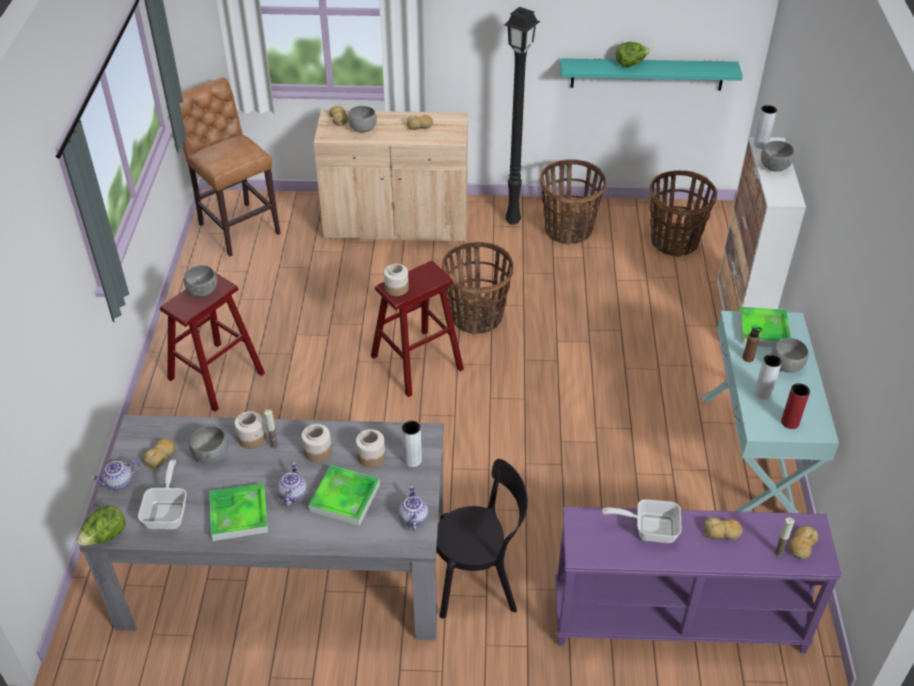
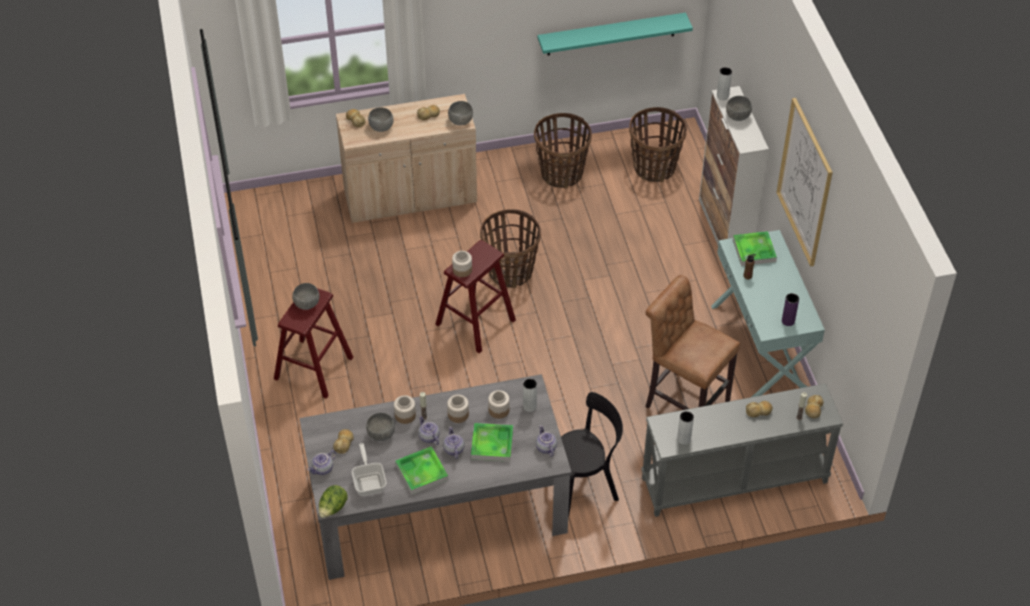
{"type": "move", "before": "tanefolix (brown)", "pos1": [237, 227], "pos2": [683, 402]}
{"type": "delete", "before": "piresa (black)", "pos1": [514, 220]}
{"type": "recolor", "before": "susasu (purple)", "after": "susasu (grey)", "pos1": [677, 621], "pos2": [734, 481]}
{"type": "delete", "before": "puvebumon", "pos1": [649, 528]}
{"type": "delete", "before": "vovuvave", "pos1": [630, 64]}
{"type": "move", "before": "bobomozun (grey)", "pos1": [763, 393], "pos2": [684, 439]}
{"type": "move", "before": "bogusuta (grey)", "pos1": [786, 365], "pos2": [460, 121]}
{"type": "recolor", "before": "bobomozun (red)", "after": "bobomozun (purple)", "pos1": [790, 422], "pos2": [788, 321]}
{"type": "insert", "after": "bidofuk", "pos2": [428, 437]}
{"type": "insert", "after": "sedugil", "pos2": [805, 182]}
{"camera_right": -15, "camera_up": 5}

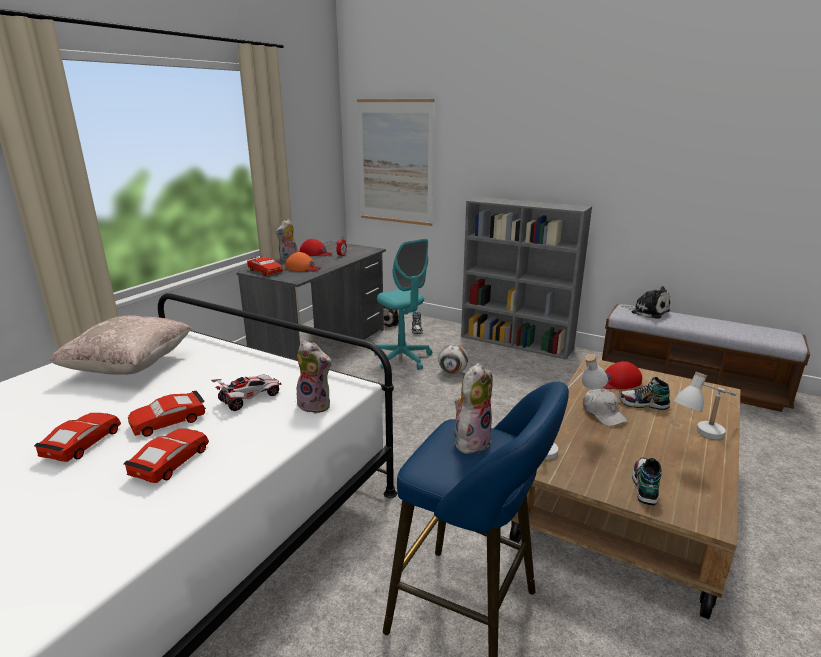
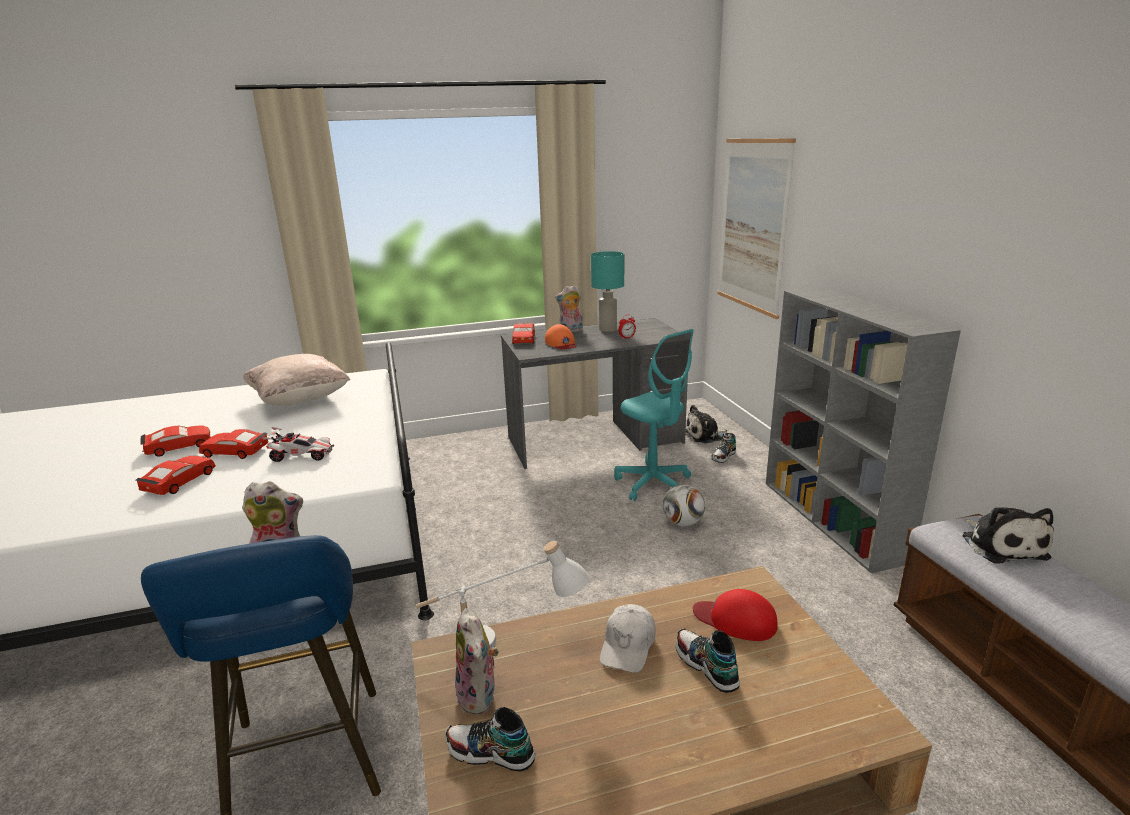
{"type": "rotate", "before": "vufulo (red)", "pos1": [170, 462], "pos2": [179, 482], "turn": -45}
{"type": "move", "before": "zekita", "pos1": [316, 405], "pos2": [480, 696]}
{"type": "replace", "before": "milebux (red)", "after": "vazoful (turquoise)", "pos1": [315, 253], "pos2": [608, 329]}
{"type": "rotate", "before": "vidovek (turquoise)", "pos1": [402, 358], "pos2": [653, 484], "turn": -45}
{"type": "rotate", "before": "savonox", "pos1": [644, 486], "pos2": [490, 753], "turn": -135}
{"type": "delete", "before": "vazoful (white)", "pos1": [701, 438]}
{"camera_right": 45, "camera_up": 0}

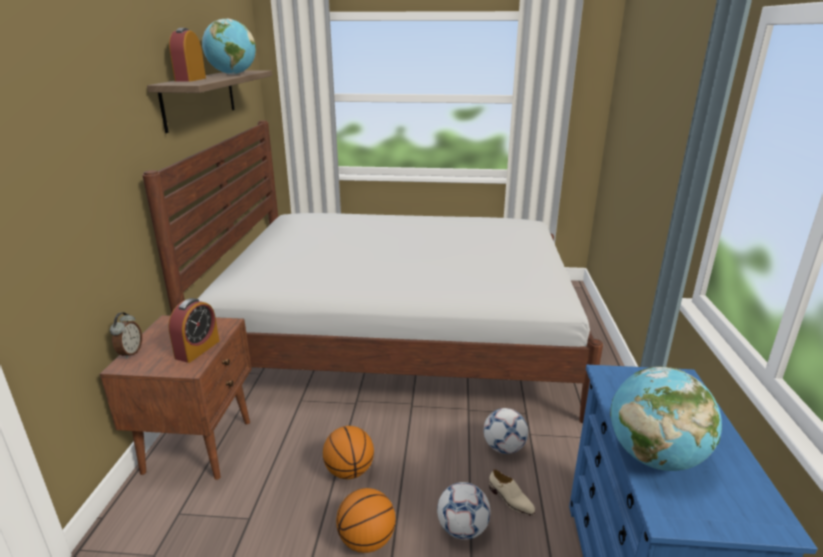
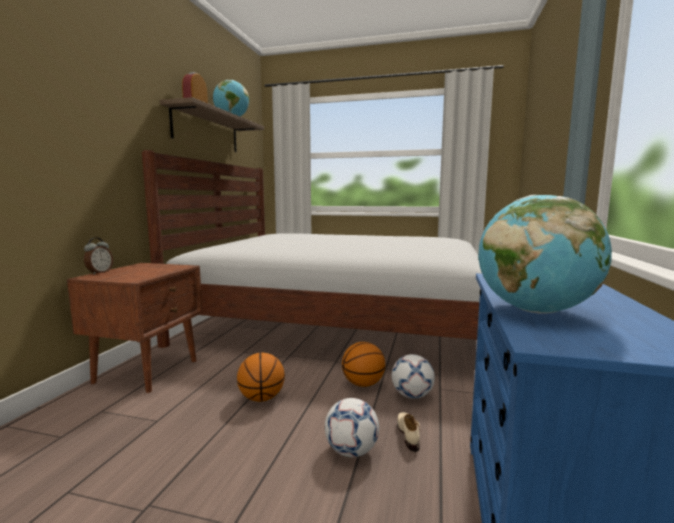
{"type": "delete", "before": "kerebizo", "pos1": [197, 349]}
{"type": "move", "before": "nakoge", "pos1": [367, 540], "pos2": [363, 384]}
{"type": "rotate", "before": "savonox (beige)", "pos1": [510, 500], "pos2": [408, 434], "turn": -150}
{"camera_right": 10, "camera_up": -15}

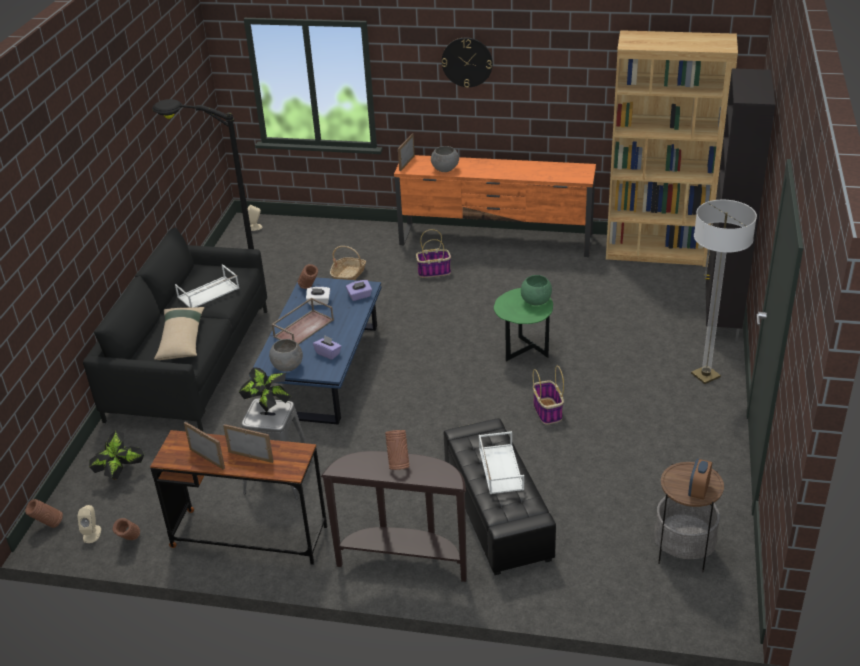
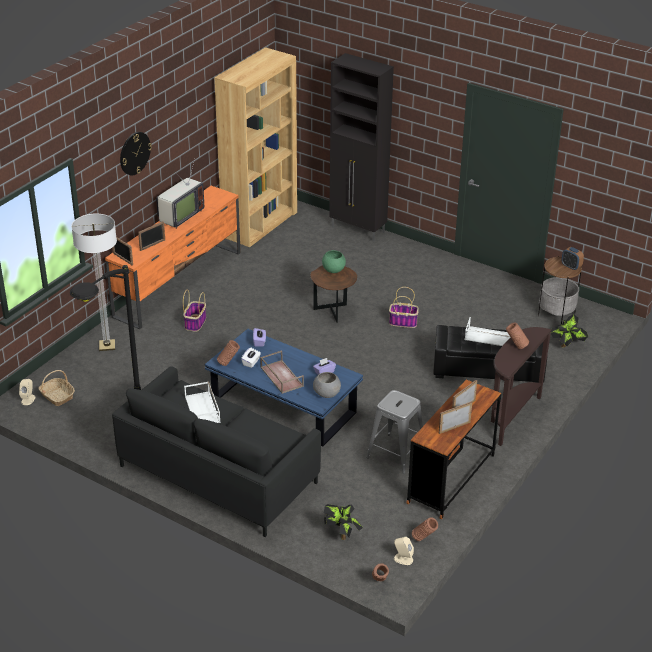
{"type": "delete", "before": "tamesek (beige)", "pos1": [181, 339]}
{"type": "move", "before": "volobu", "pos1": [268, 408], "pos2": [567, 345]}
{"type": "move", "before": "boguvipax", "pos1": [349, 275], "pos2": [57, 396]}
{"type": "replace", "before": "bogusuta (grey)", "after": "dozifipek", "pos1": [445, 169], "pos2": [152, 245]}
{"type": "recolor", "before": "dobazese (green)", "after": "dobazese (brown)", "pos1": [523, 353], "pos2": [333, 313]}
{"type": "move", "before": "piresa", "pos1": [705, 375], "pos2": [107, 346]}
{"type": "insert", "after": "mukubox", "pos2": [179, 217]}
{"camera_right": -70, "camera_up": 0}

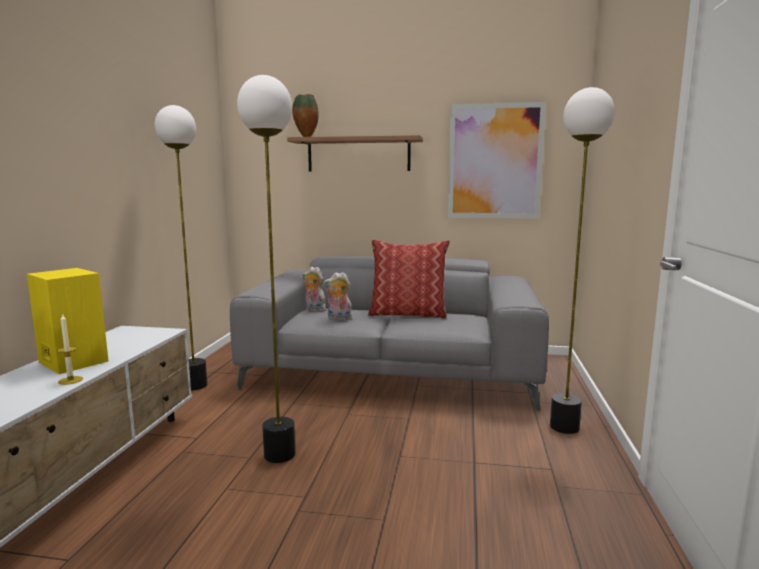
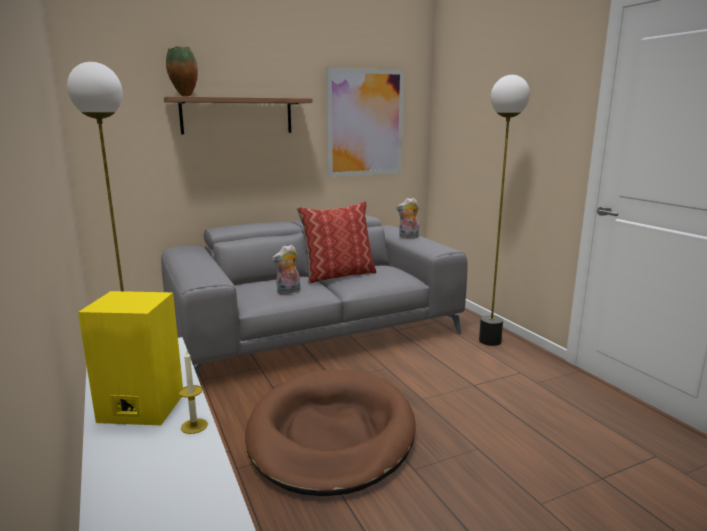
{"type": "replace", "before": "piresa", "after": "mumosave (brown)", "pos1": [279, 454], "pos2": [331, 434]}
{"type": "move", "before": "zekita", "pos1": [314, 310], "pos2": [408, 237]}
{"camera_right": -35, "camera_up": 5}

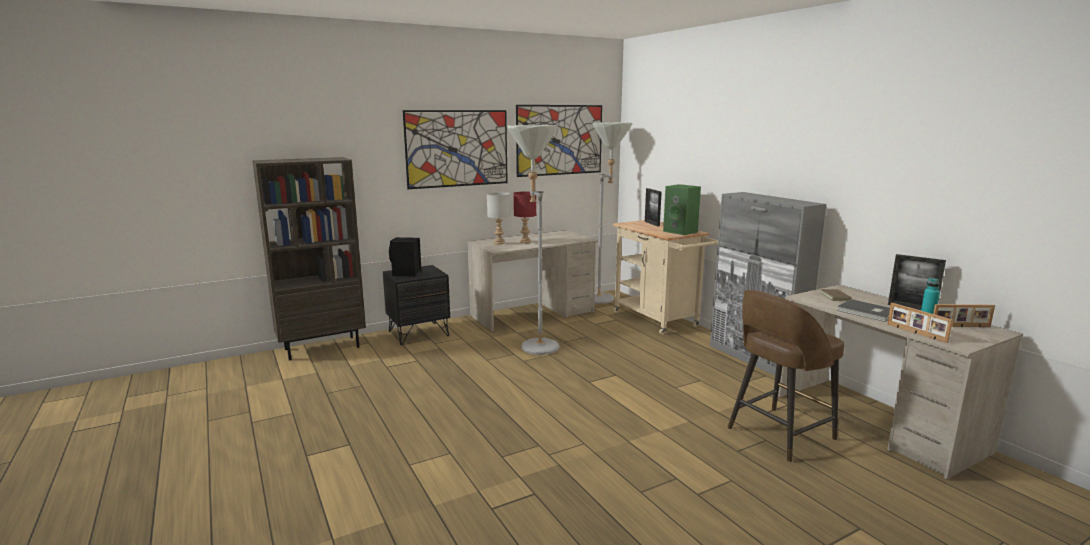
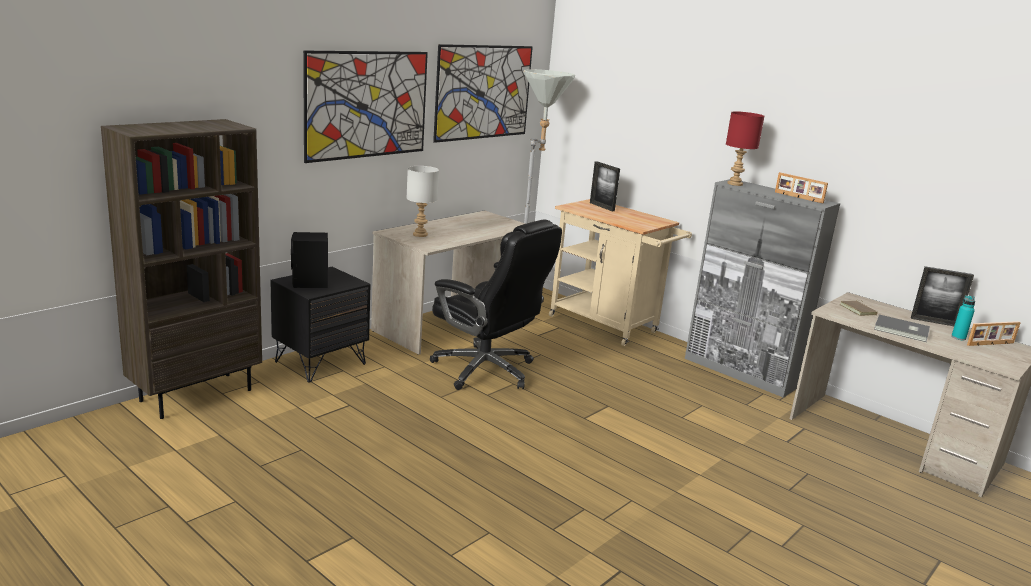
{"type": "replace", "before": "piresa (grey)", "after": "vidovek (black)", "pos1": [535, 345], "pos2": [486, 370]}
{"type": "move", "before": "vazoful (red)", "pos1": [524, 242], "pos2": [734, 184]}
{"type": "delete", "before": "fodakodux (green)", "pos1": [681, 231]}
{"type": "delete", "before": "tanefolix (brown)", "pos1": [778, 434]}
{"type": "move", "before": "dozifipek", "pos1": [916, 333], "pos2": [798, 197]}
{"camera_right": -20, "camera_up": 5}

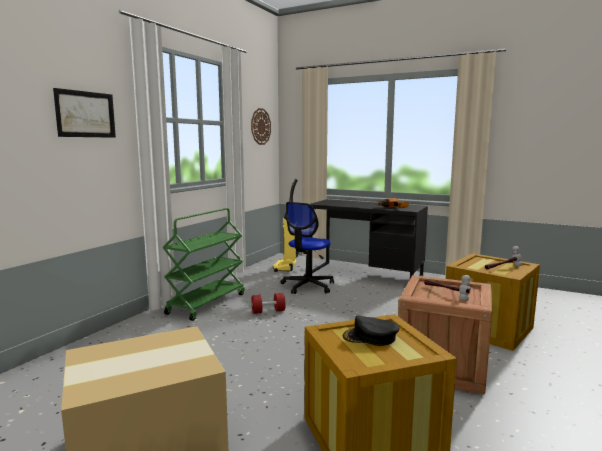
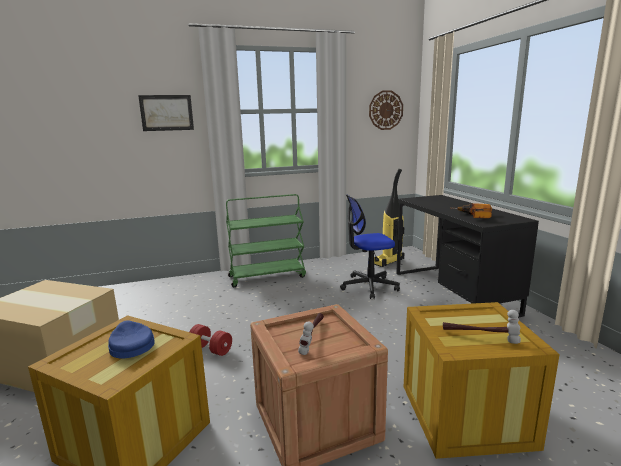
{"type": "move", "before": "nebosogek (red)", "pos1": [268, 311], "pos2": [211, 349]}
{"type": "recolor", "before": "milebux (black)", "after": "milebux (blue)", "pos1": [370, 337], "pos2": [130, 345]}
{"camera_right": 45, "camera_up": 5}

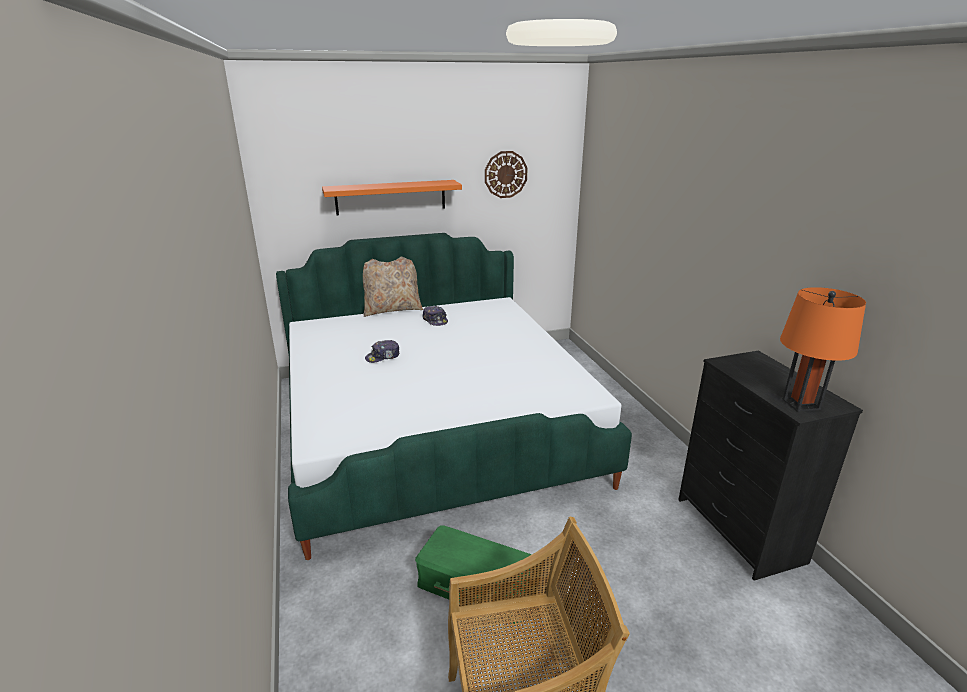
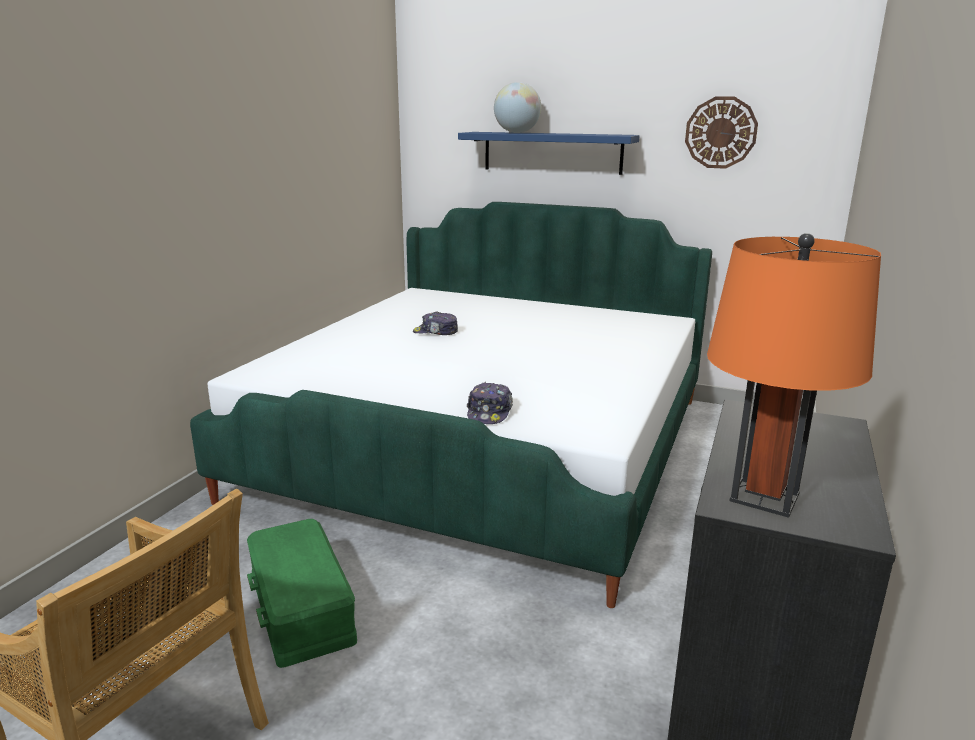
{"type": "recolor", "before": "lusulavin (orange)", "after": "lusulavin (blue)", "pos1": [391, 197], "pos2": [552, 152]}
{"type": "delete", "before": "tamesek (beige)", "pos1": [392, 309]}
{"type": "move", "before": "milebux", "pos1": [435, 320], "pos2": [489, 412]}
{"type": "insert", "after": "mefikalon", "pos2": [517, 133]}
{"camera_right": 40, "camera_up": -5}

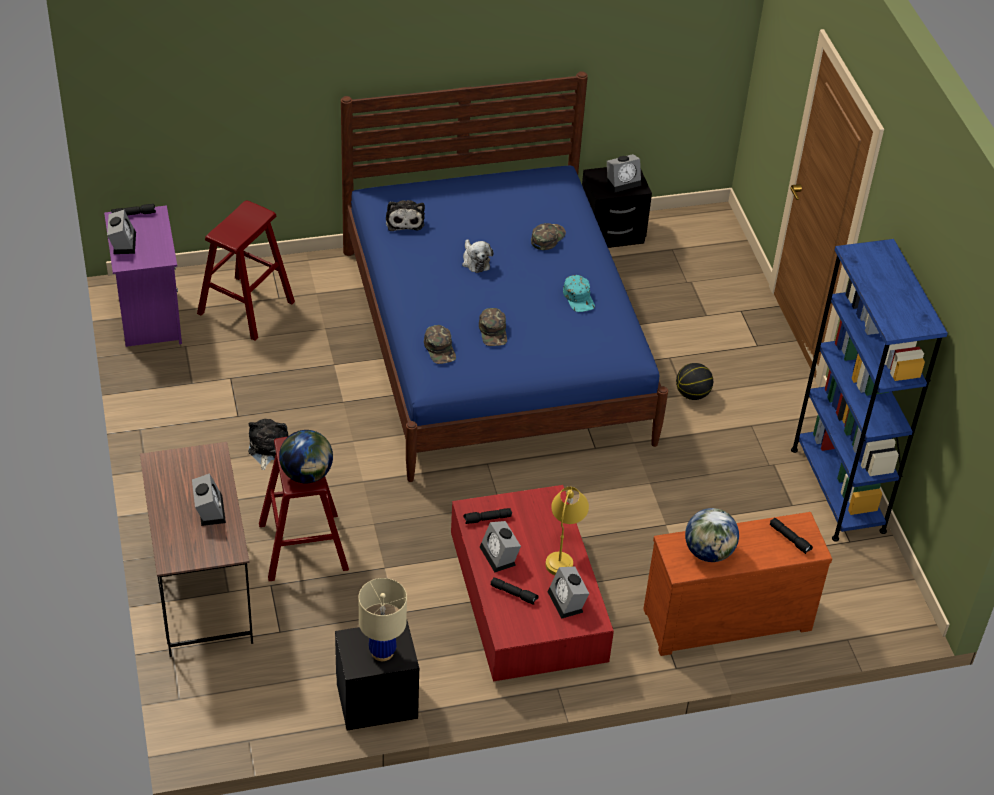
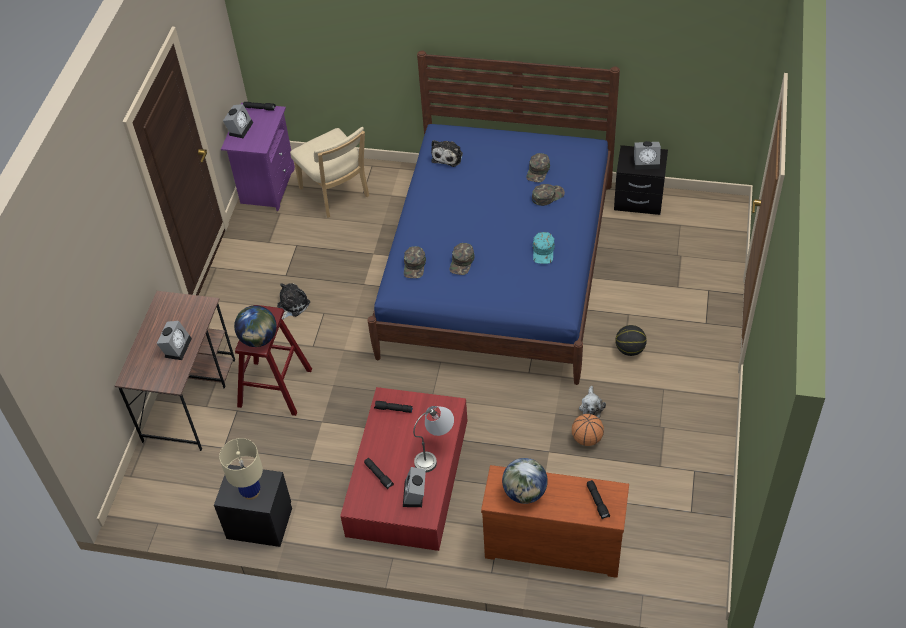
{"type": "replace", "before": "tanefolix (red)", "after": "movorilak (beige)", "pos1": [246, 308], "pos2": [336, 194]}
{"type": "move", "before": "zekita", "pos1": [475, 261], "pos2": [591, 407]}
{"type": "delete", "before": "kerebizo", "pos1": [500, 556]}
{"type": "recolor", "before": "vazoful (yellow)", "after": "vazoful (grey)", "pos1": [564, 551], "pos2": [435, 452]}
{"type": "delete", "before": "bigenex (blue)", "pos1": [837, 490]}
{"type": "insert", "after": "milebux (green)", "pos2": [538, 171]}
{"type": "insert", "after": "nakoge", "pos2": [587, 438]}
{"camera_right": 30, "camera_up": 5}

